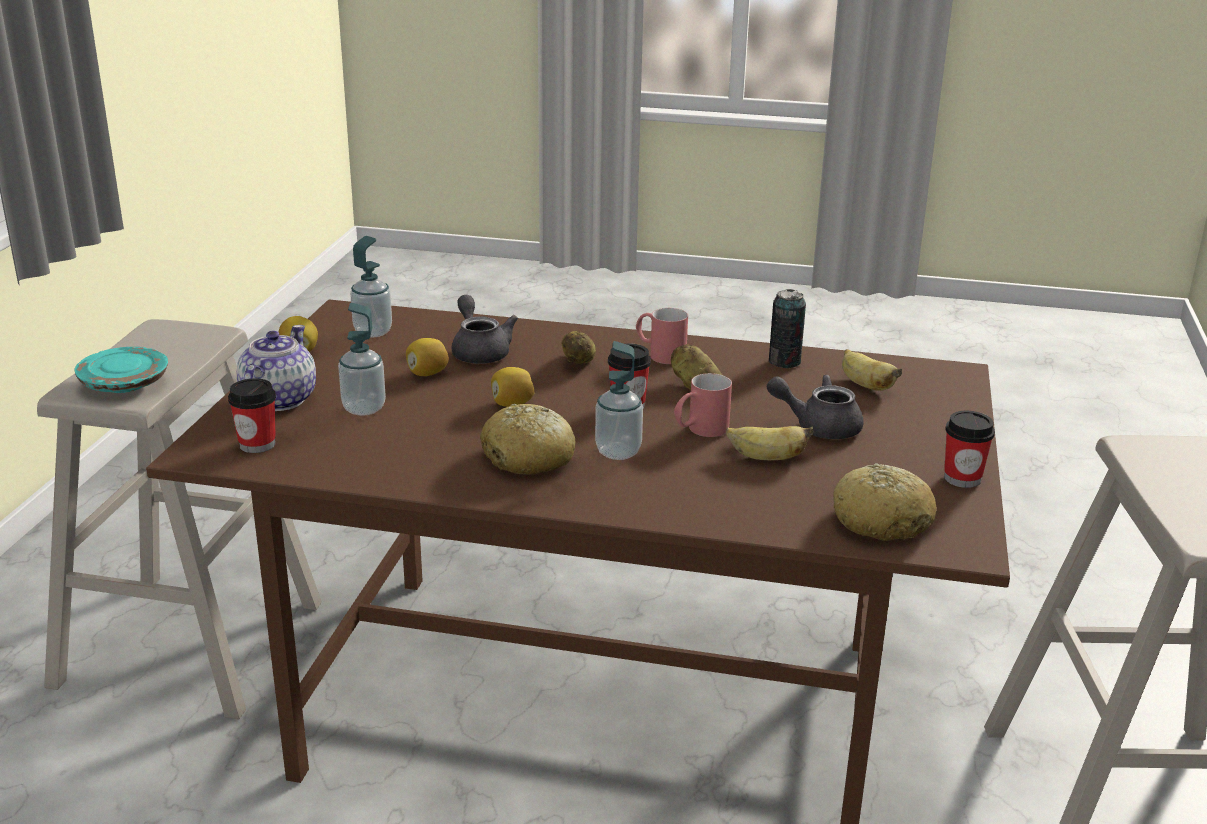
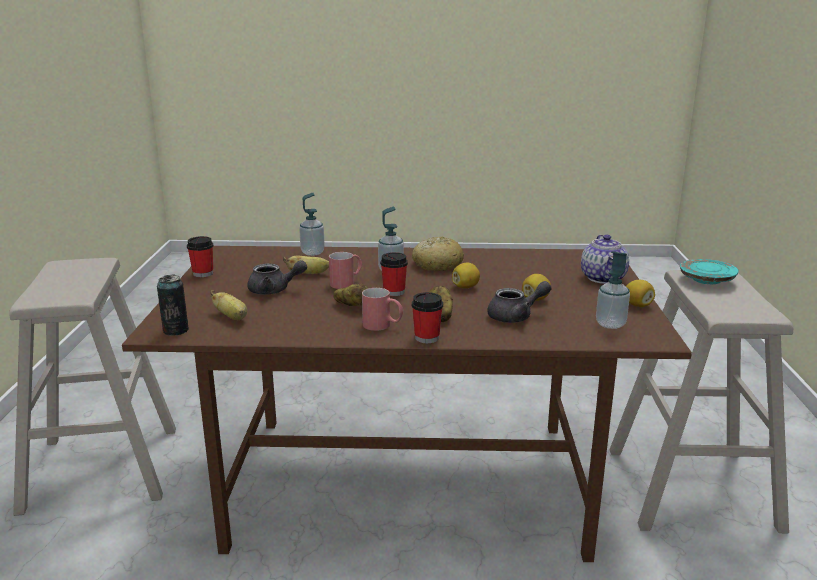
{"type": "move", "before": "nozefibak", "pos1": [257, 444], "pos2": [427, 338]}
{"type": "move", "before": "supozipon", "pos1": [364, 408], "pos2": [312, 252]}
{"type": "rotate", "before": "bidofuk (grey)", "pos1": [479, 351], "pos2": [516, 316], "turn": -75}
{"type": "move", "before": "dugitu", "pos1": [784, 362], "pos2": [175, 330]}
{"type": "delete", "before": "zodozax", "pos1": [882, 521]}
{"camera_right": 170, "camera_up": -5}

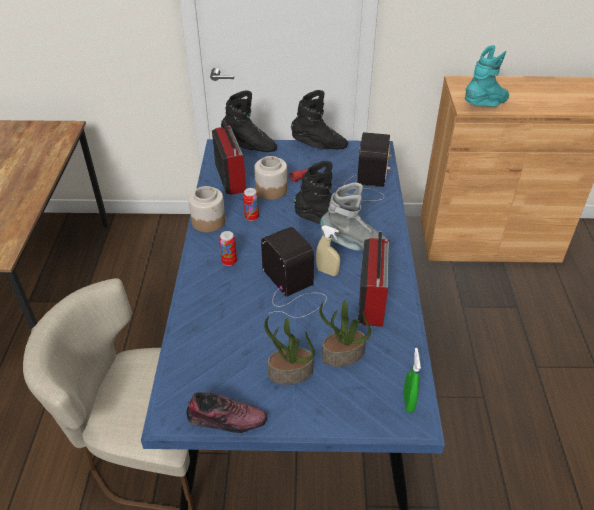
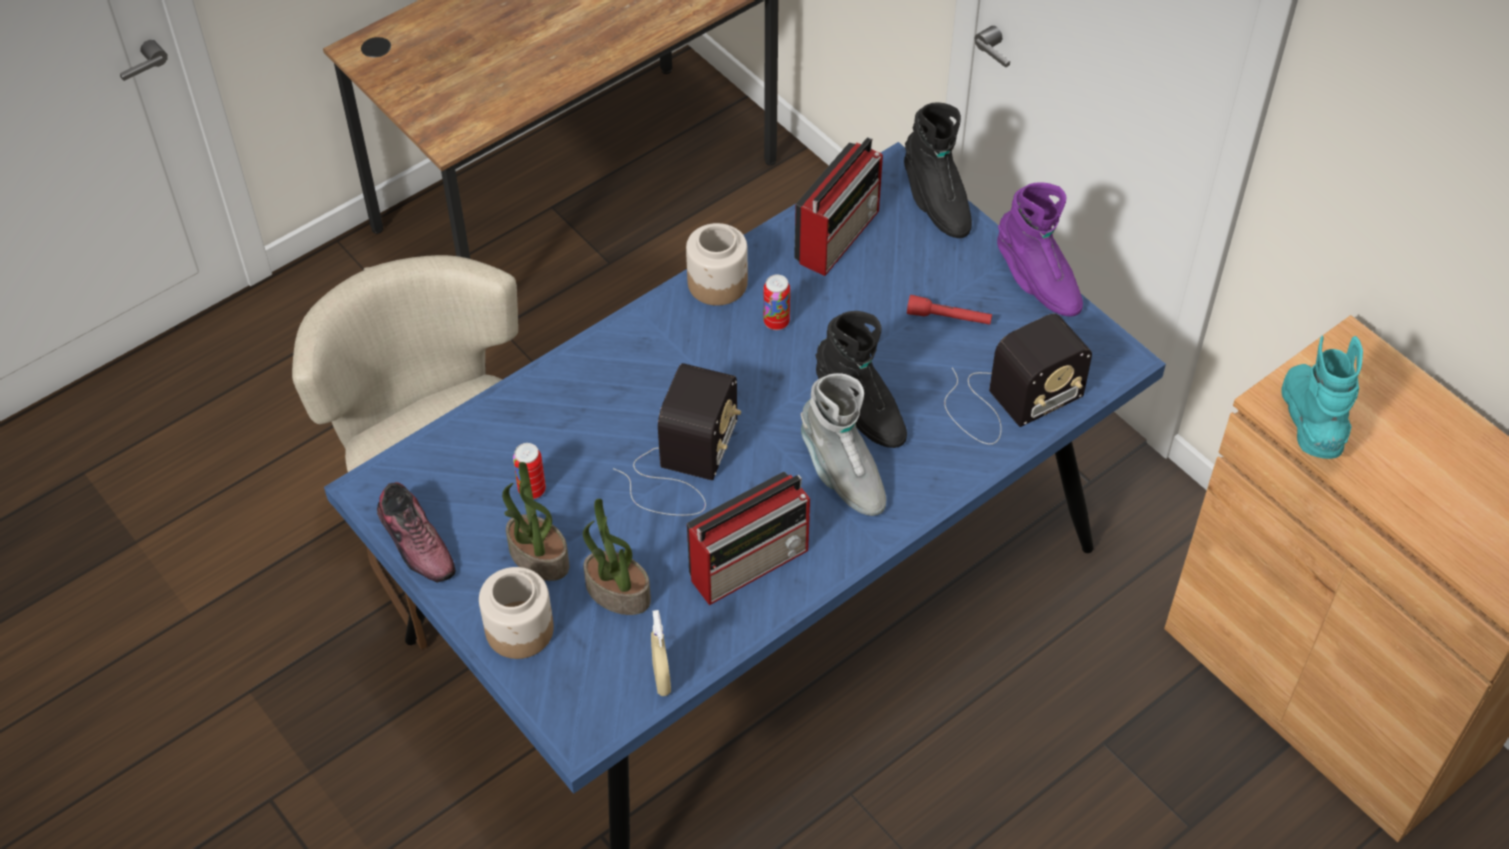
{"type": "move", "before": "dugitu", "pos1": [229, 262], "pos2": [532, 490]}
{"type": "move", "before": "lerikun", "pos1": [271, 190], "pos2": [520, 629]}
{"type": "recolor", "before": "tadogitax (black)", "after": "tadogitax (purple)", "pos1": [319, 146], "pos2": [1037, 282]}
{"type": "move", "before": "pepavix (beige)", "pos1": [327, 271], "pos2": [661, 679]}
{"type": "delete", "before": "pepavix (green)", "pos1": [408, 402]}
{"type": "rotate", "before": "tadogitax (turquoise)", "pos1": [486, 105], "pos2": [1310, 424], "turn": -105}
{"camera_right": 50, "camera_up": 10}

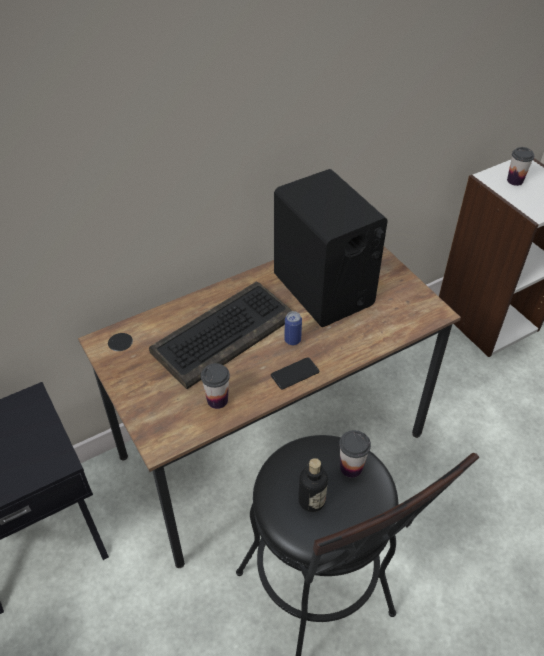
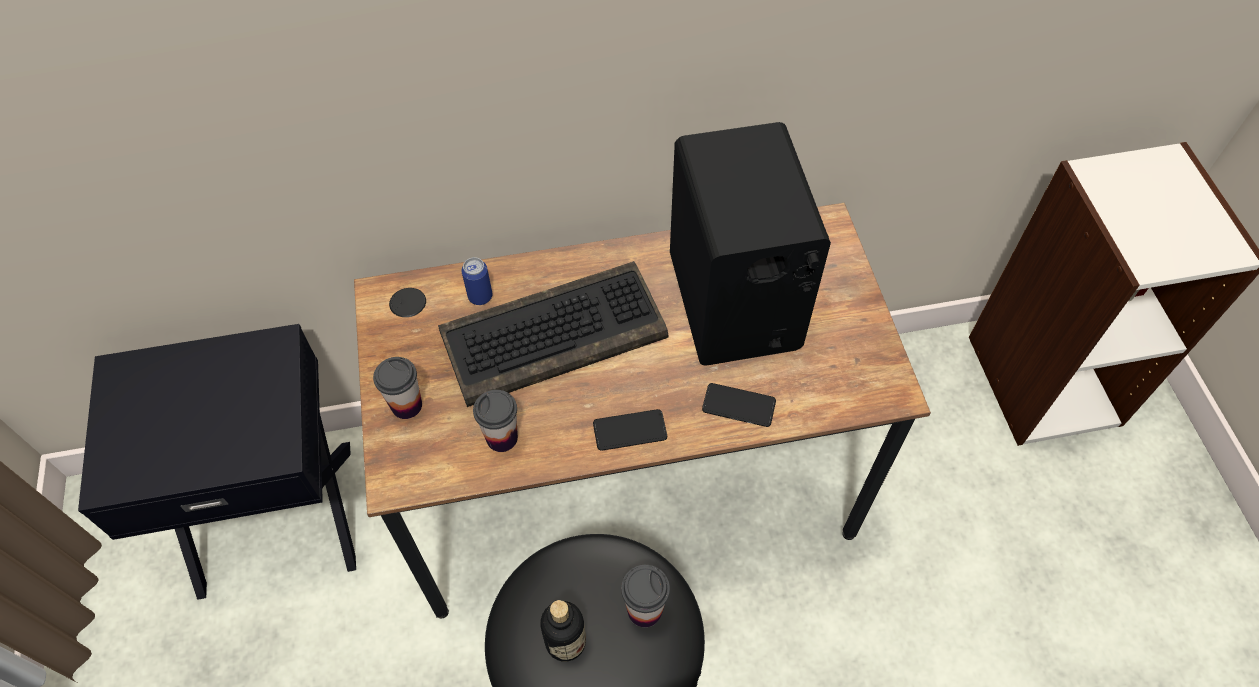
{"type": "move", "before": "dugitu", "pos1": [292, 340], "pos2": [480, 296]}
{"type": "move", "before": "nozefibak", "pos1": [515, 180], "pos2": [406, 405]}
{"type": "insert", "after": "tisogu", "pos2": [738, 405]}
{"camera_right": 20, "camera_up": 10}

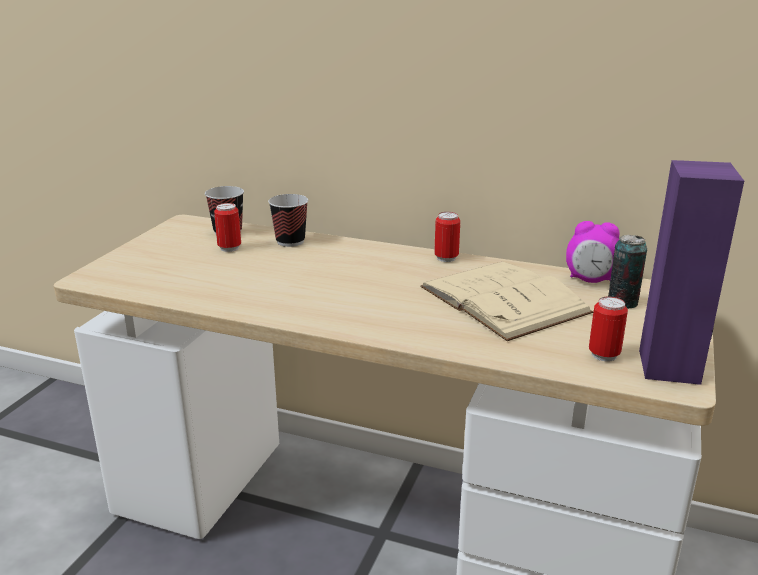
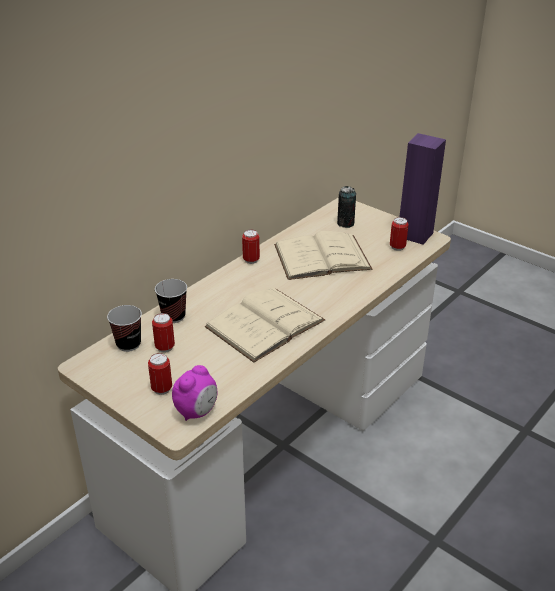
{"type": "move", "before": "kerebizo", "pos1": [590, 280], "pos2": [197, 412]}
{"type": "insert", "after": "dugitu", "pos2": [162, 389]}
{"type": "insert", "after": "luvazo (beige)", "pos2": [265, 323]}
{"camera_right": -70, "camera_up": 10}

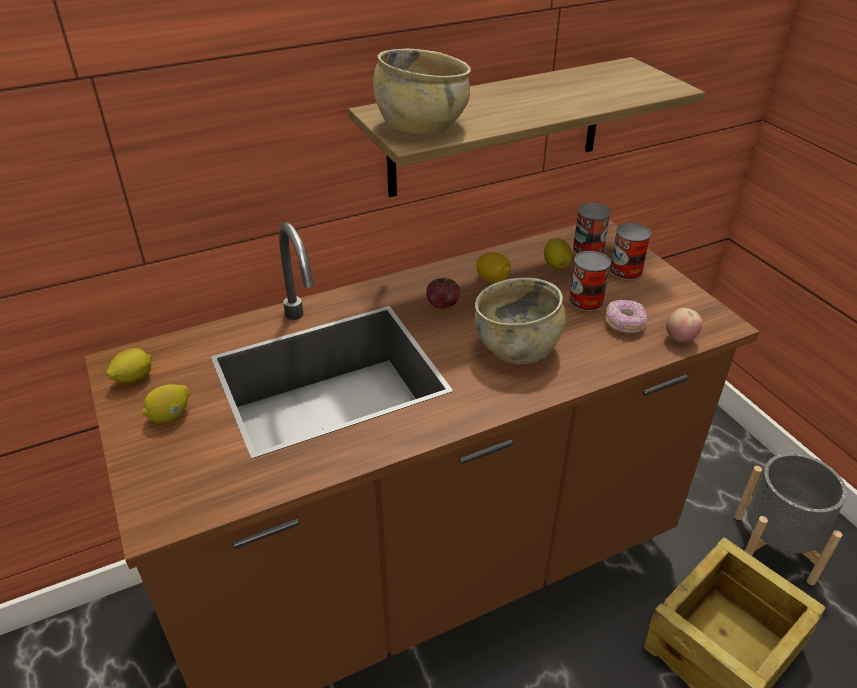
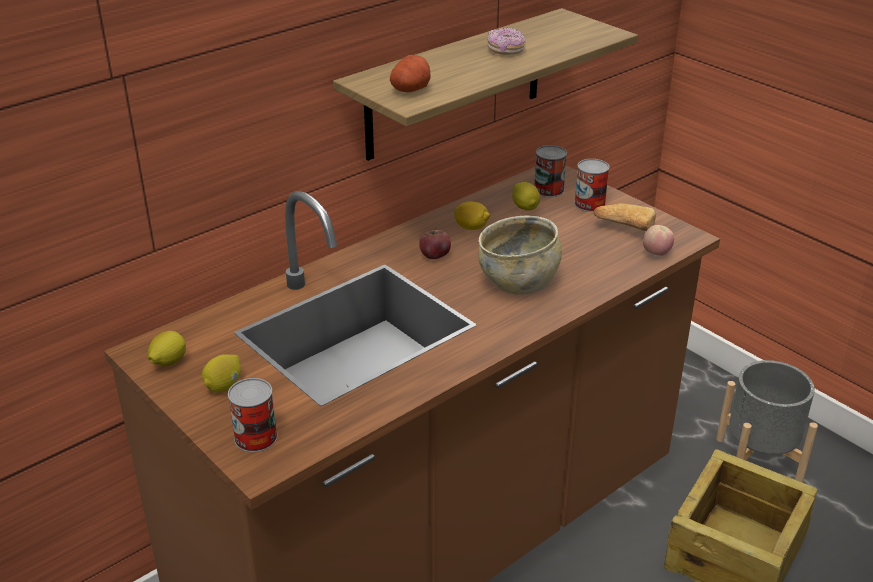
{"type": "replace", "before": "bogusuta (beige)", "after": "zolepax", "pos1": [421, 126], "pos2": [410, 89]}
{"type": "move", "before": "dugitu", "pos1": [586, 301], "pos2": [256, 437]}
{"type": "move", "before": "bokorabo", "pos1": [624, 324], "pos2": [506, 50]}
{"type": "insert", "after": "zodozax", "pos2": [623, 226]}
{"camera_right": -15, "camera_up": -5}

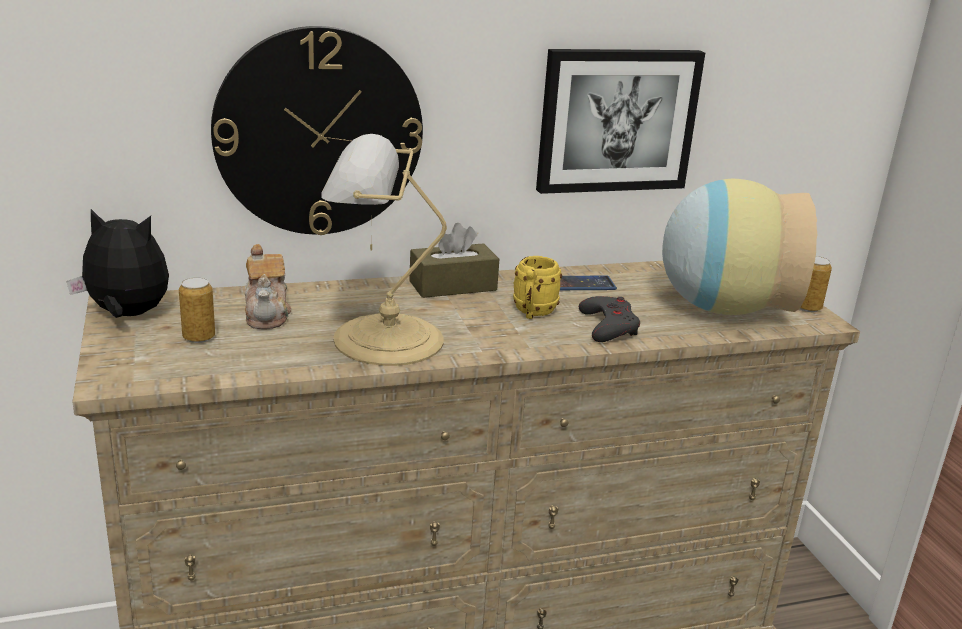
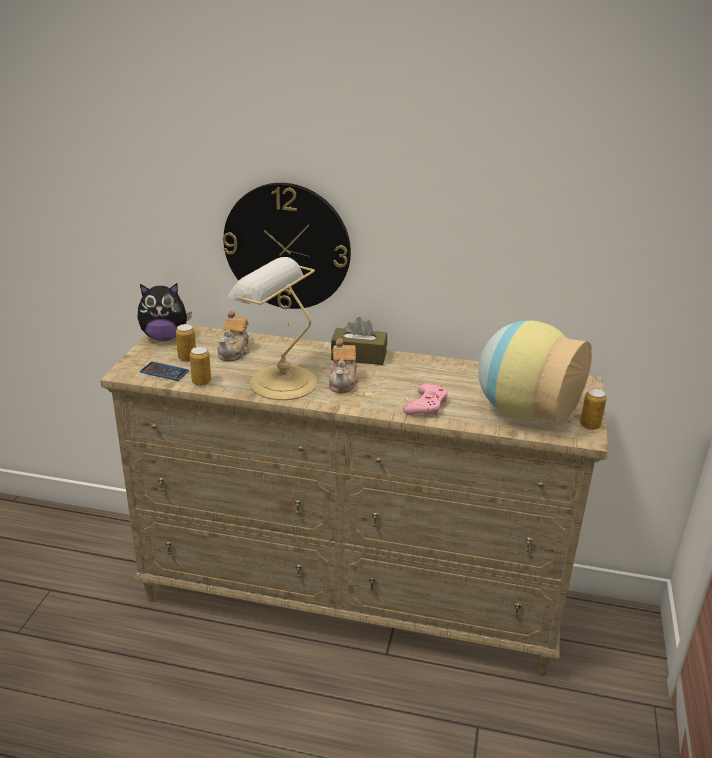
{"type": "rotate", "before": "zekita", "pos1": [126, 315], "pos2": [164, 337], "turn": 135}
{"type": "delete", "before": "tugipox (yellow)", "pos1": [532, 313]}
{"type": "delete", "before": "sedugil", "pos1": [617, 120]}
{"type": "move", "before": "tisogu", "pos1": [582, 284], "pos2": [164, 372]}
{"type": "recolor", "before": "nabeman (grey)", "after": "nabeman (pink)", "pos1": [608, 326], "pos2": [426, 405]}
{"type": "insert", "after": "dugitu", "pos2": [201, 382]}
{"type": "insert", "after": "bidofuk", "pos2": [343, 382]}
{"camera_right": 30, "camera_up": 5}

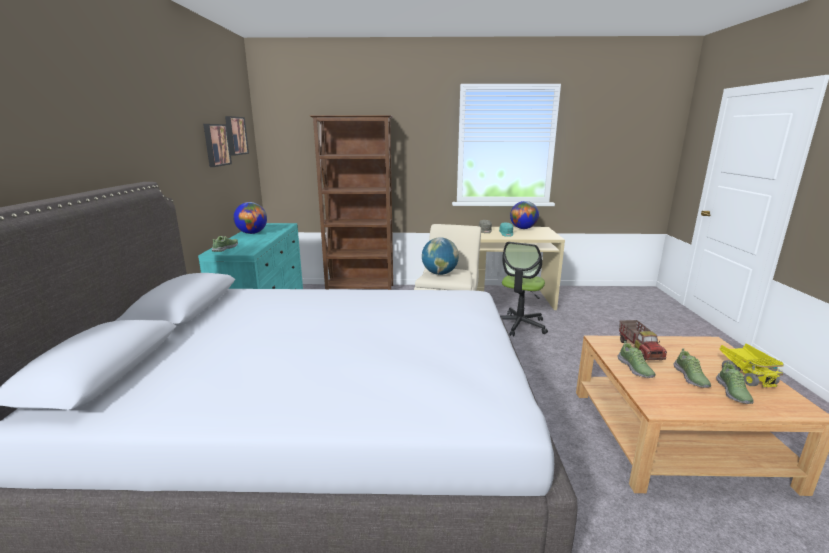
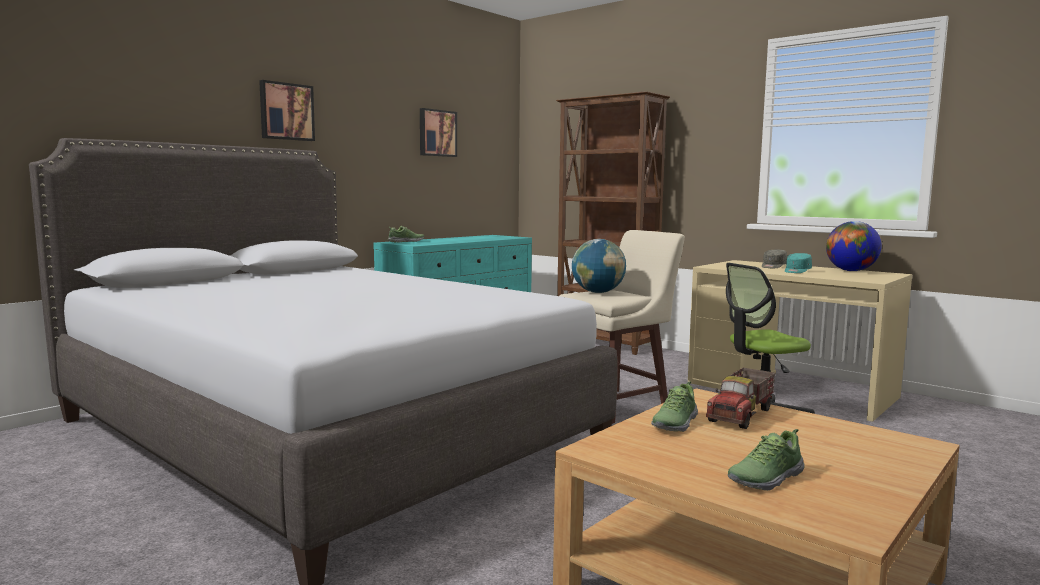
{"type": "move", "before": "sedugil", "pos1": [235, 135], "pos2": [286, 111]}
{"type": "delete", "before": "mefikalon", "pos1": [252, 233]}
{"type": "delete", "before": "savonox", "pos1": [691, 378]}
{"type": "delete", "before": "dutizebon", "pos1": [746, 375]}
{"camera_right": 40, "camera_up": -10}

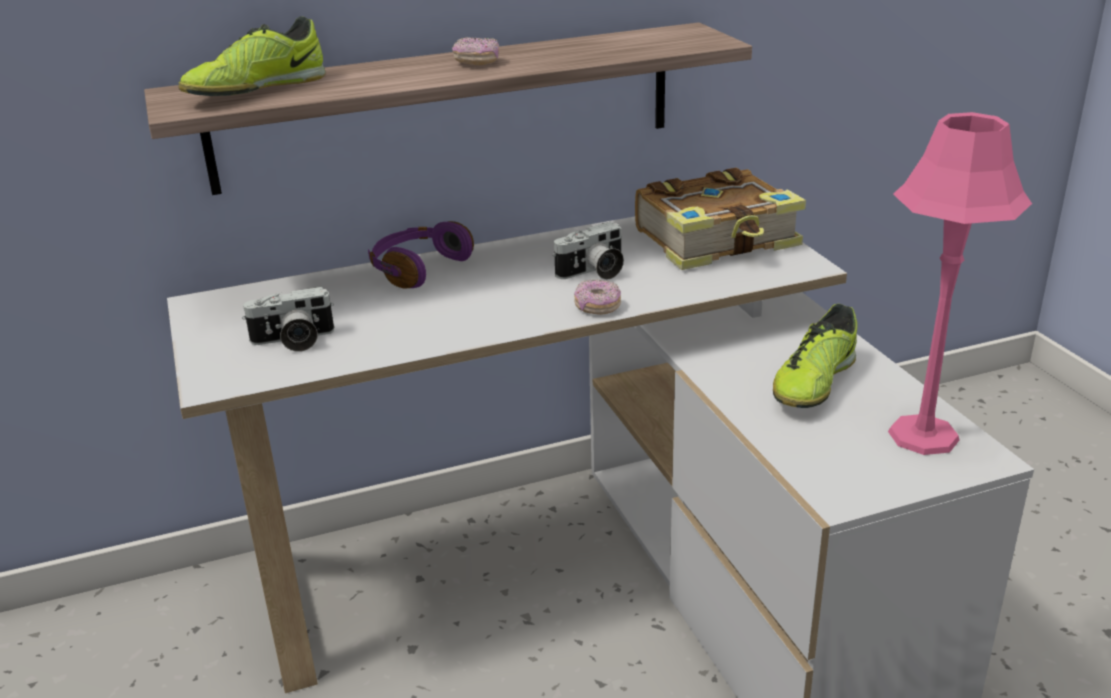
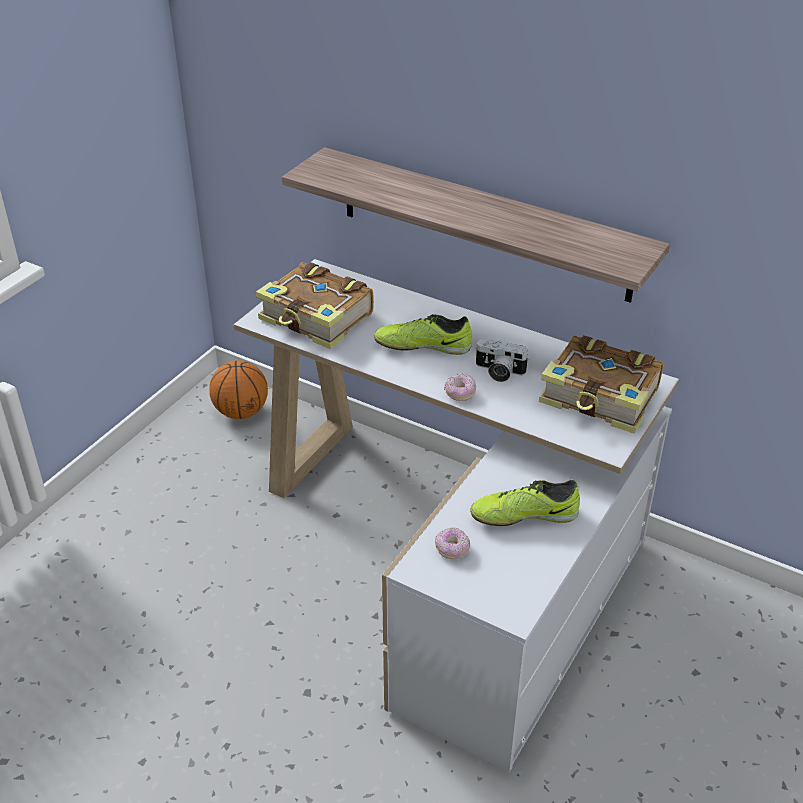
{"type": "move", "before": "savonox", "pos1": [256, 90], "pos2": [423, 346]}
{"type": "replace", "before": "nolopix", "after": "luvazo", "pos1": [293, 341], "pos2": [317, 319]}
{"type": "delete", "before": "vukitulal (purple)", "pos1": [417, 268]}
{"type": "move", "before": "bokorabo", "pos1": [476, 63], "pos2": [452, 549]}
{"type": "delete", "before": "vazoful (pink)", "pos1": [923, 436]}
{"type": "insert", "after": "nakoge", "pos2": [241, 412]}
{"camera_right": 50, "camera_up": 10}

